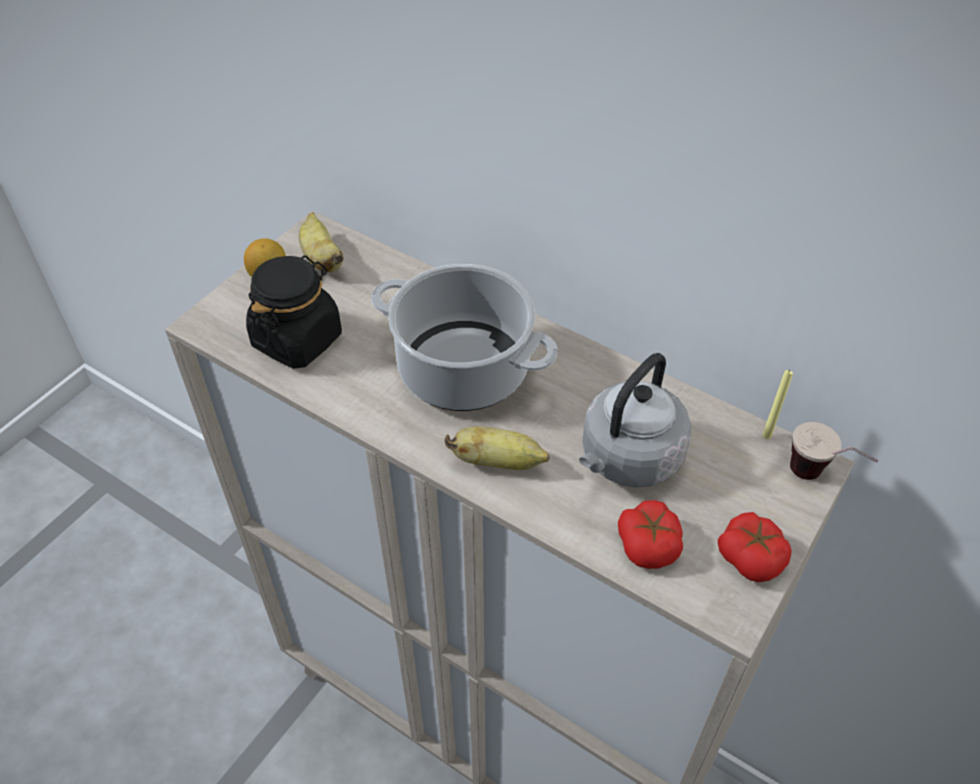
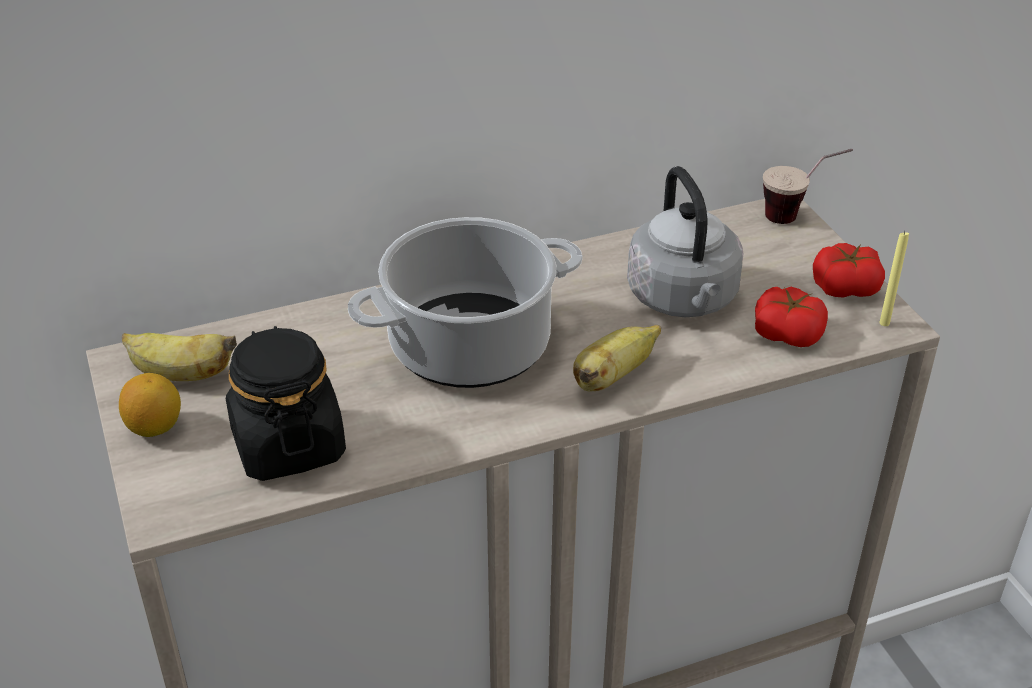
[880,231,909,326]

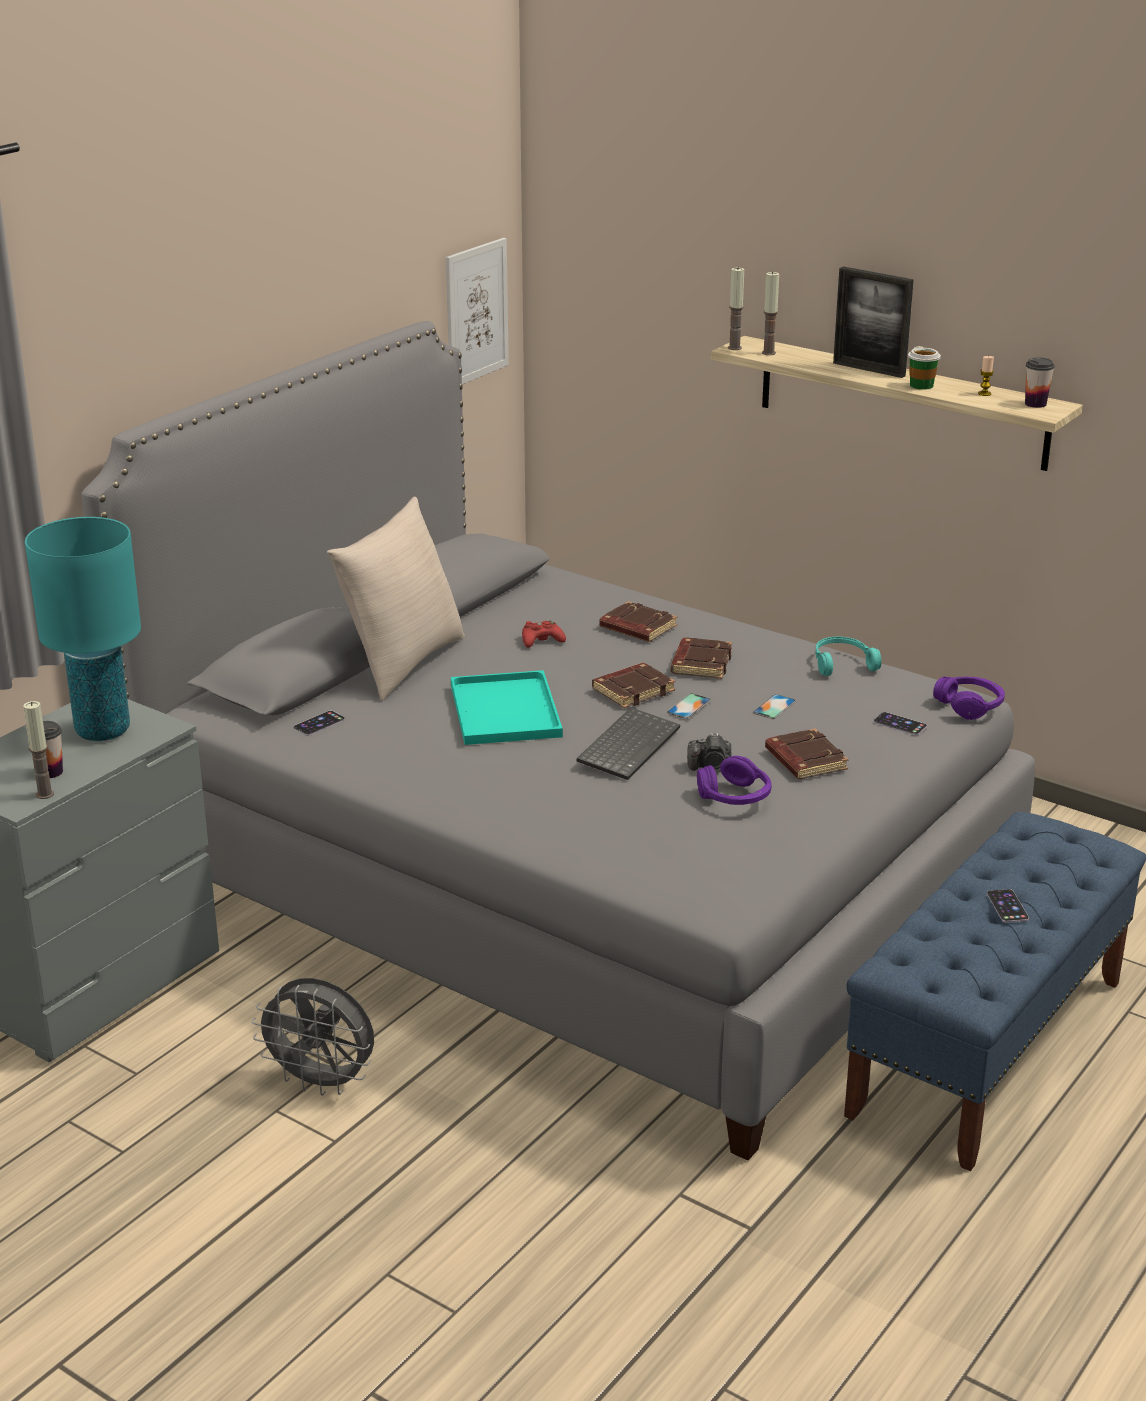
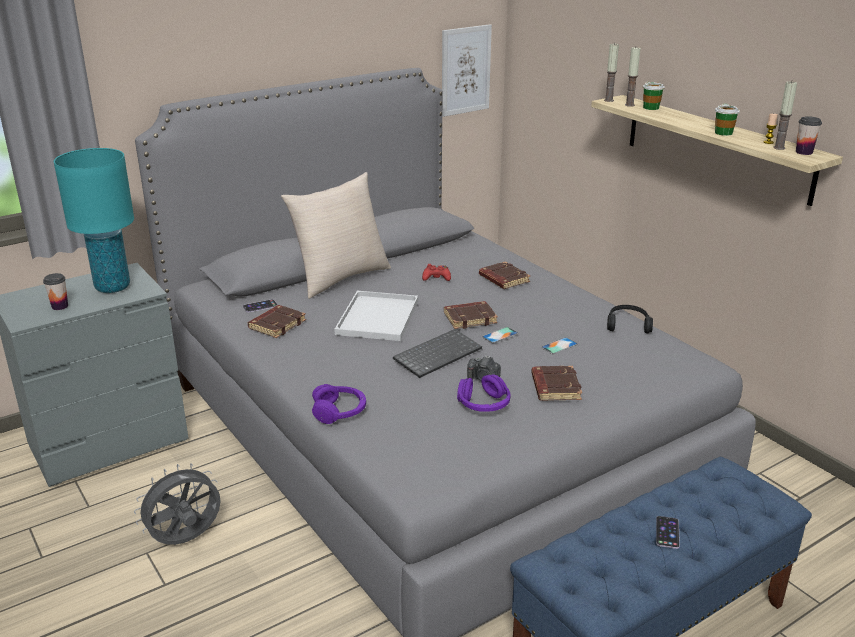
[833,266,914,378] (first image)
[873,712,927,735] (first image)
[643,82,665,110]
[773,81,797,150]
[248,305,306,338]
[312,384,366,424]
[334,291,418,341]
[607,305,653,333]
[134,463,221,545]

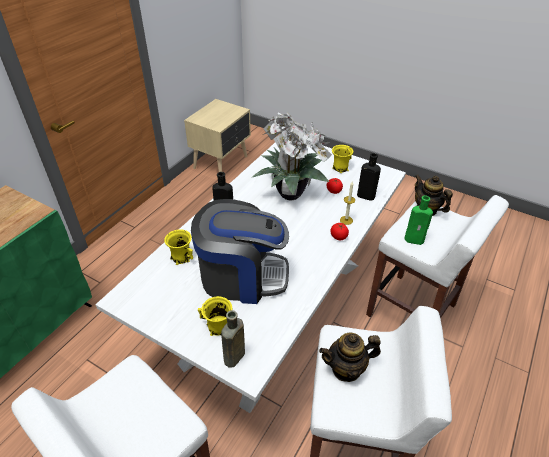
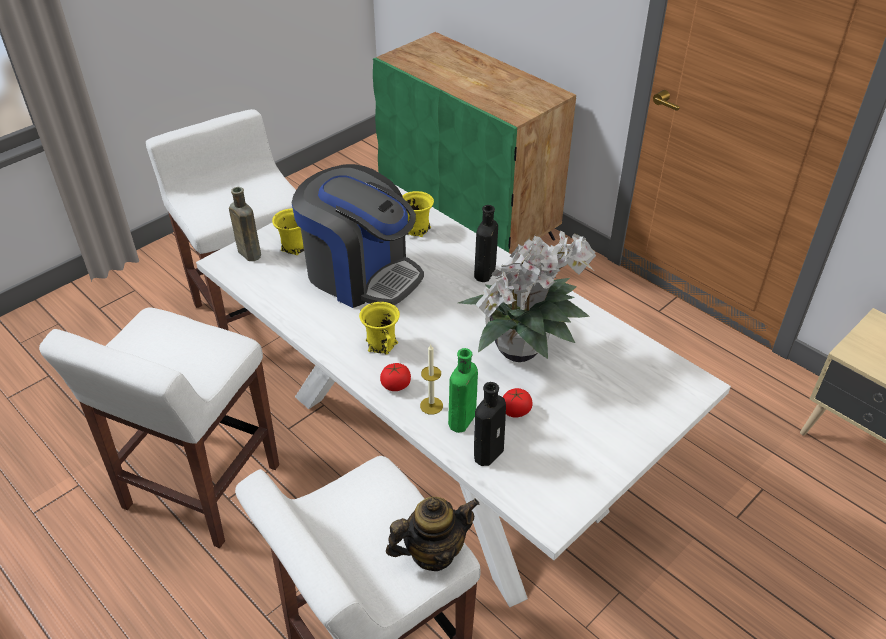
[319,332,381,382] (first image)
[359,302,400,354]
[448,348,478,433]
[291,164,424,308]

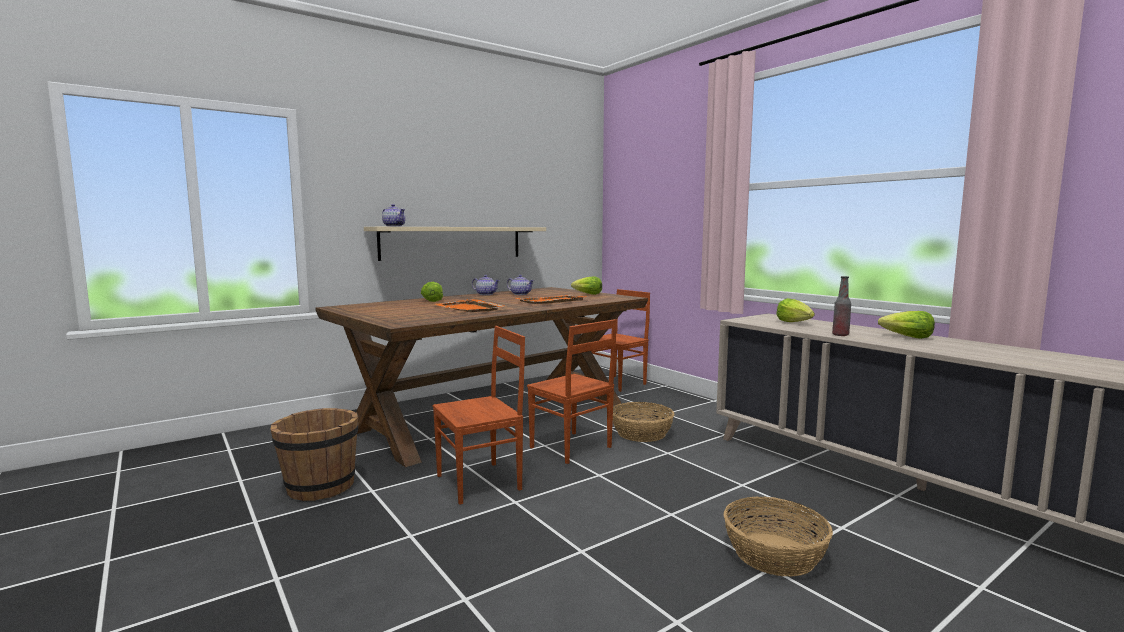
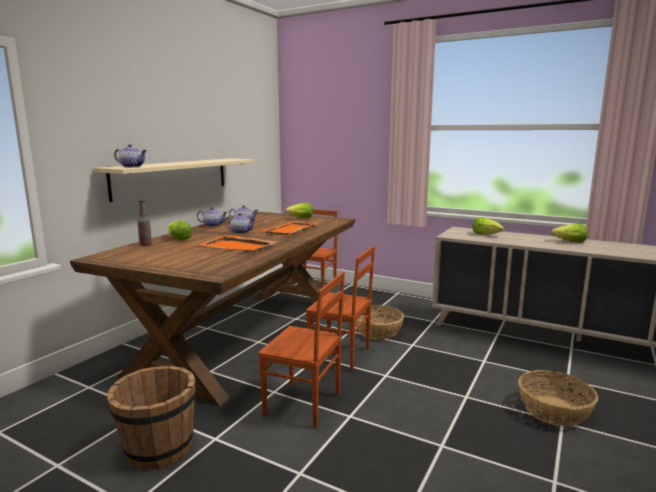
[224,213,256,234]
[137,200,152,246]
[258,271,345,428]

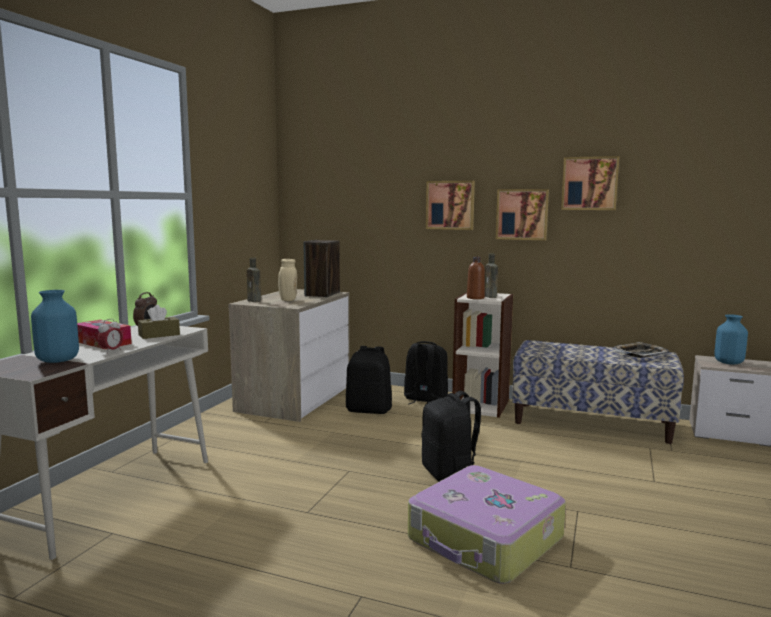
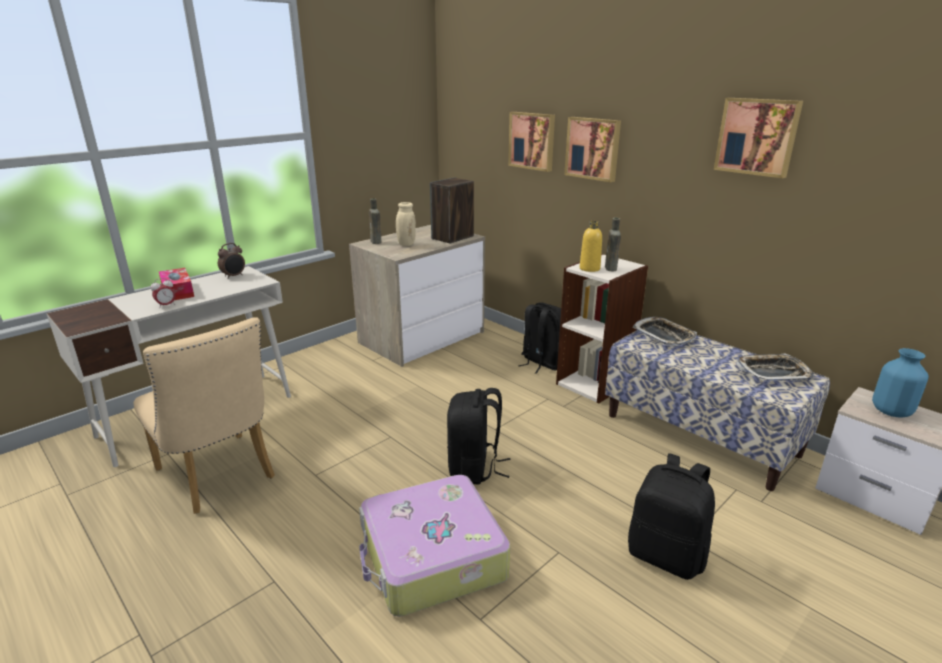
[31,290,79,363] (first image)
[138,305,180,339] (first image)
[134,317,275,514]
[632,317,697,346]
[628,453,715,580]
[508,112,555,172]
[580,221,602,272]

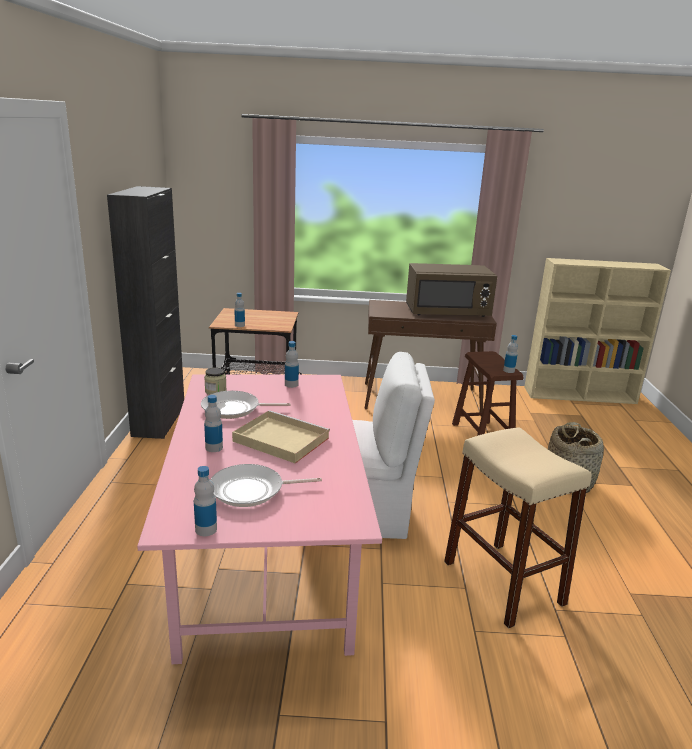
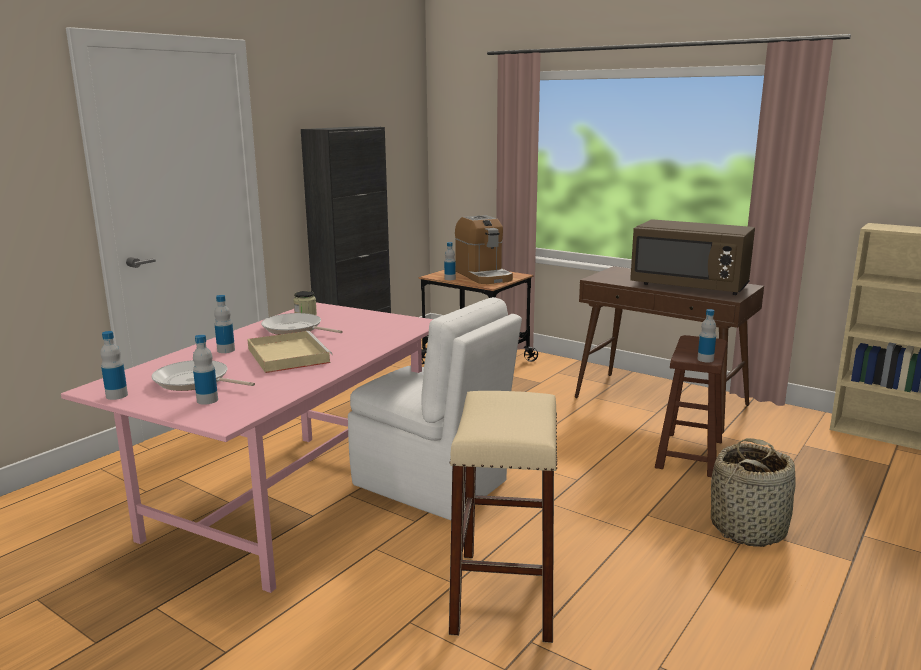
[455,215,513,284]
[193,335,218,405]

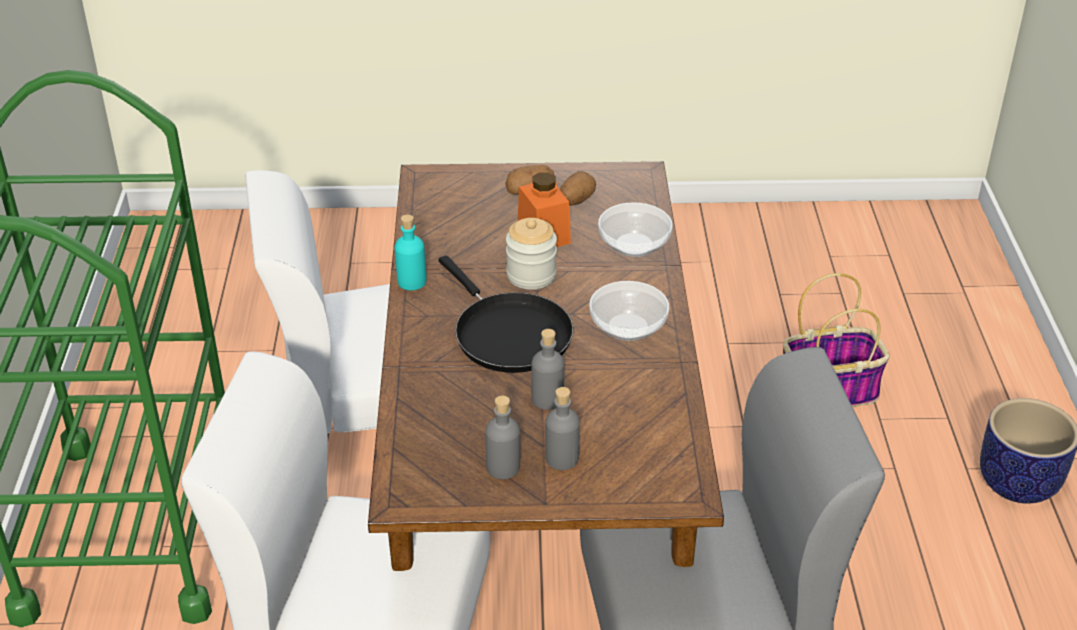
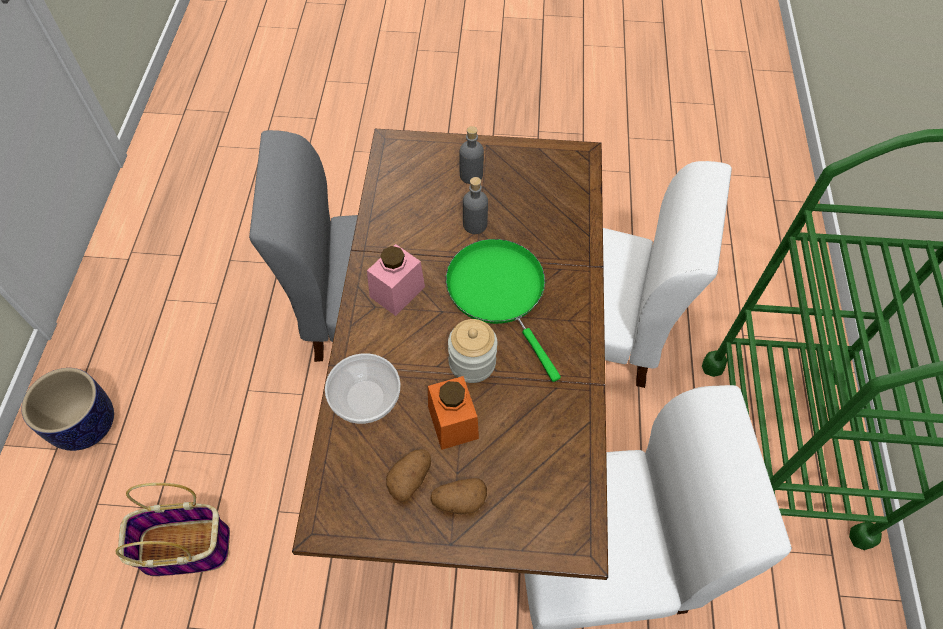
[395,214,427,290] (first image)
[485,396,520,479] (first image)
[367,244,425,316]
[446,239,561,382]

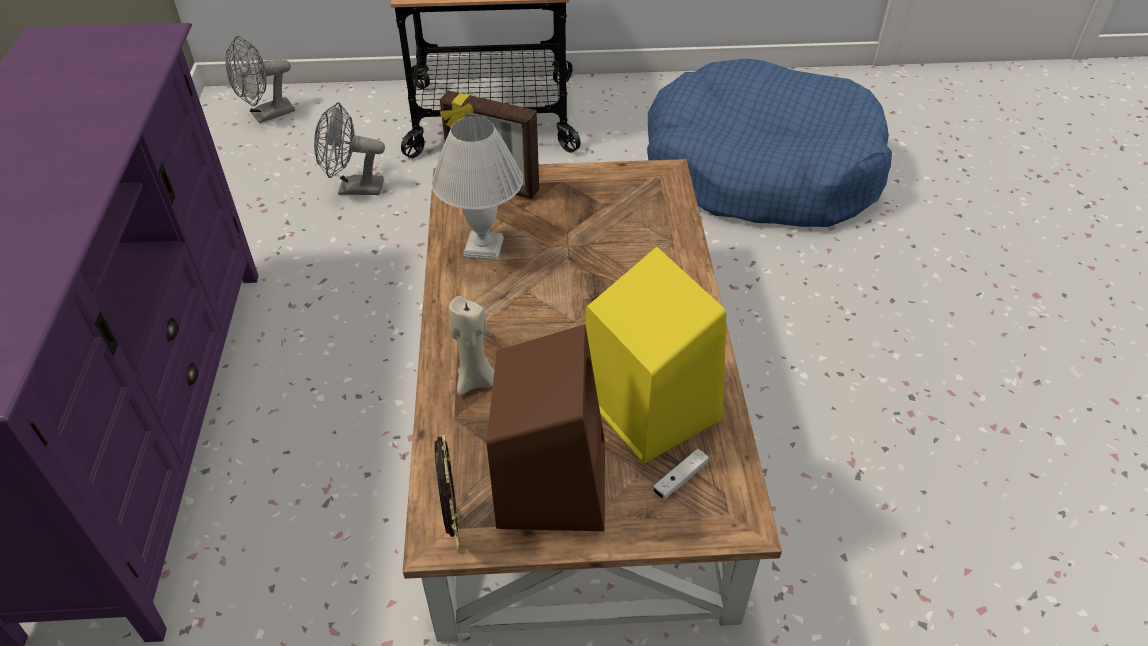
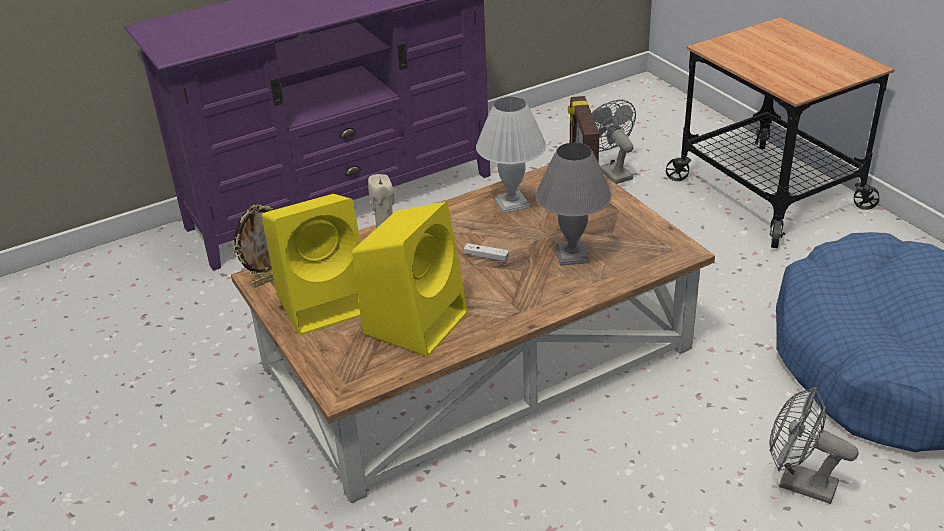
[536,143,612,266]
[770,387,858,504]
[464,243,509,262]
[262,194,361,335]

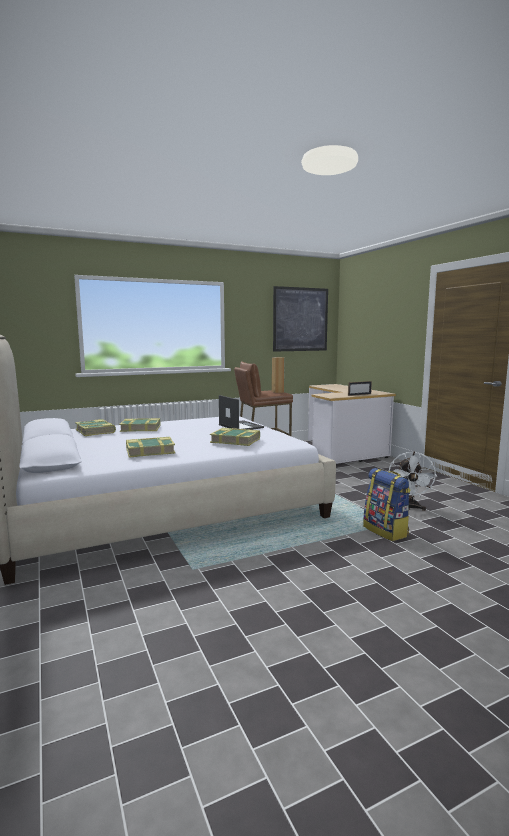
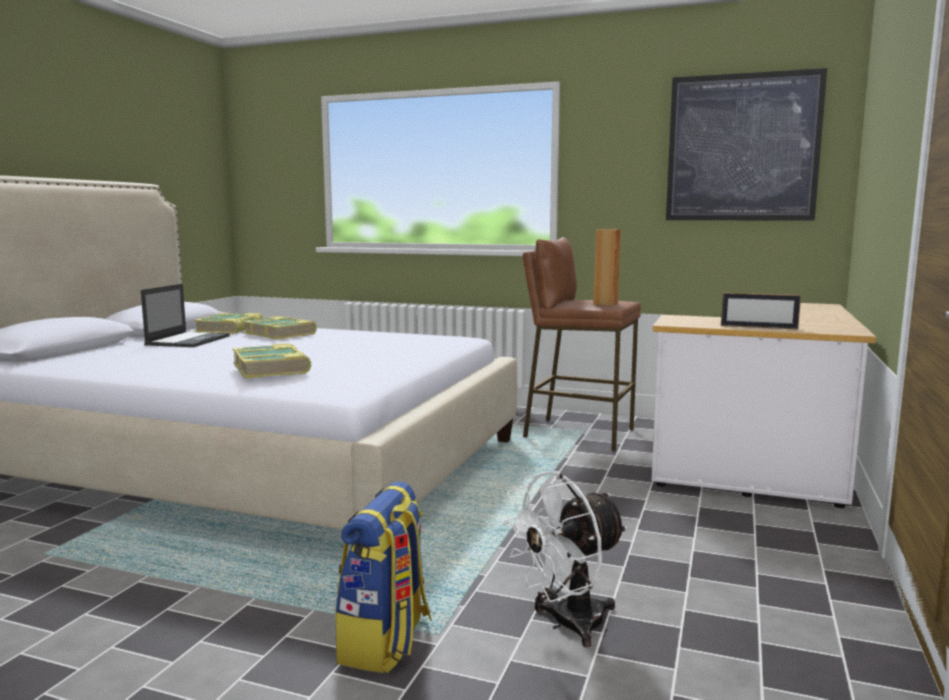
[126,437,175,458] (first image)
[141,284,230,347]

